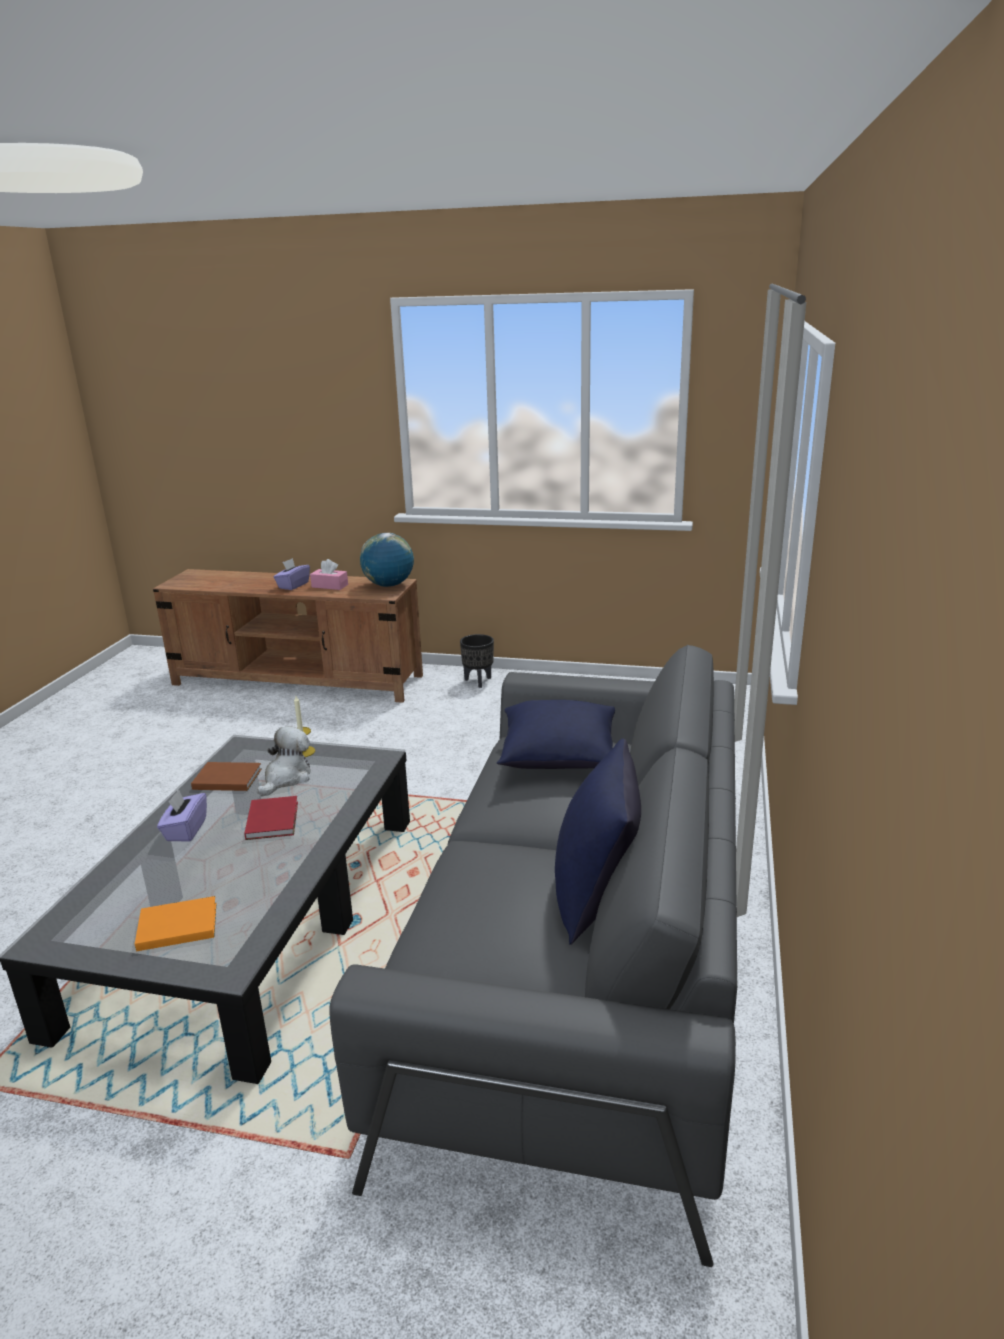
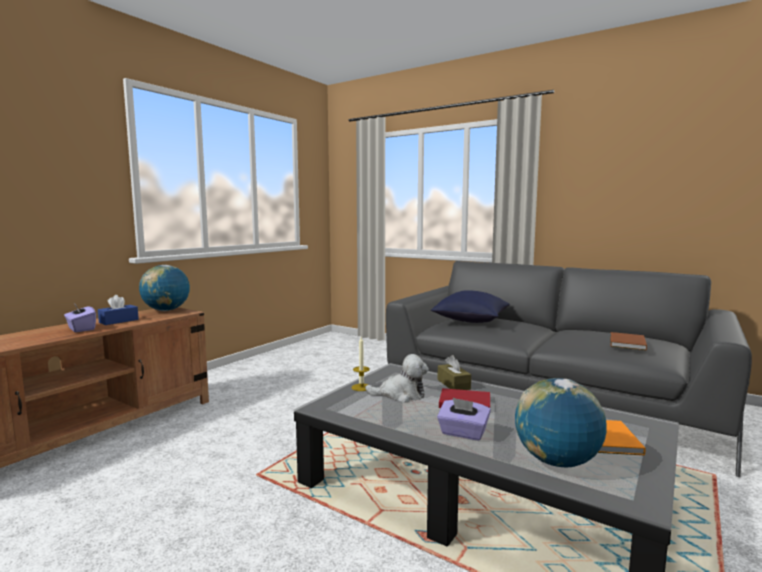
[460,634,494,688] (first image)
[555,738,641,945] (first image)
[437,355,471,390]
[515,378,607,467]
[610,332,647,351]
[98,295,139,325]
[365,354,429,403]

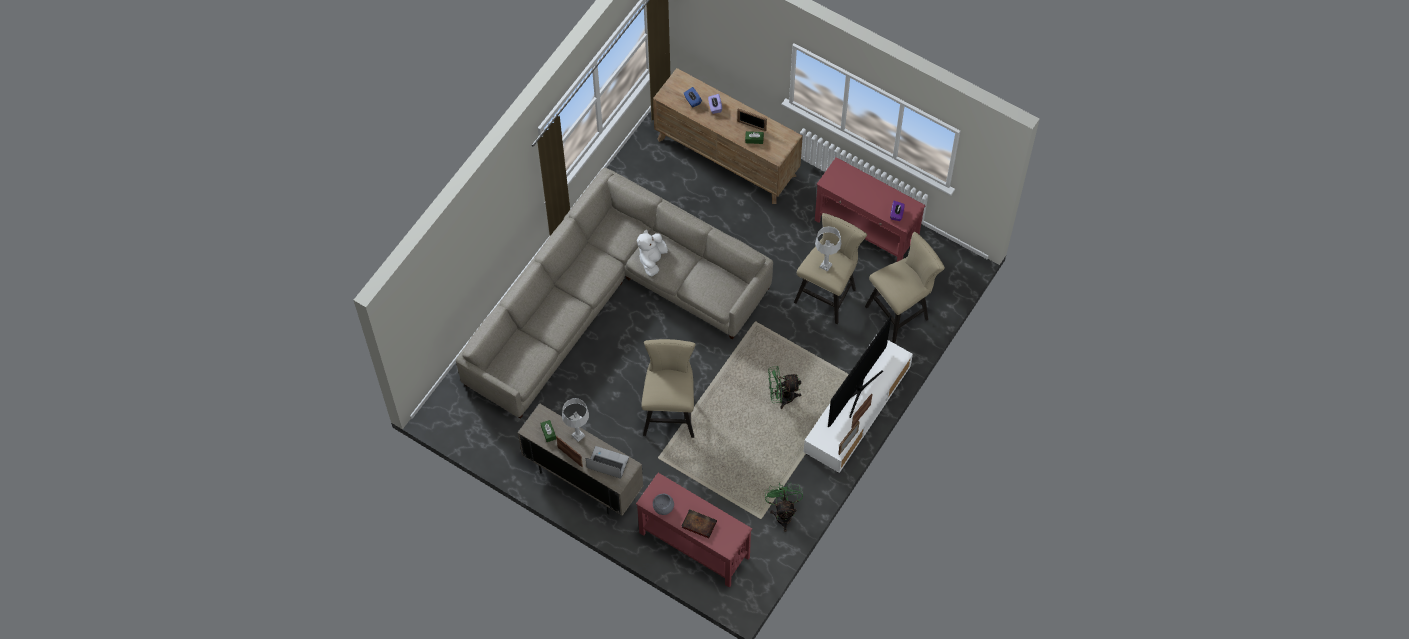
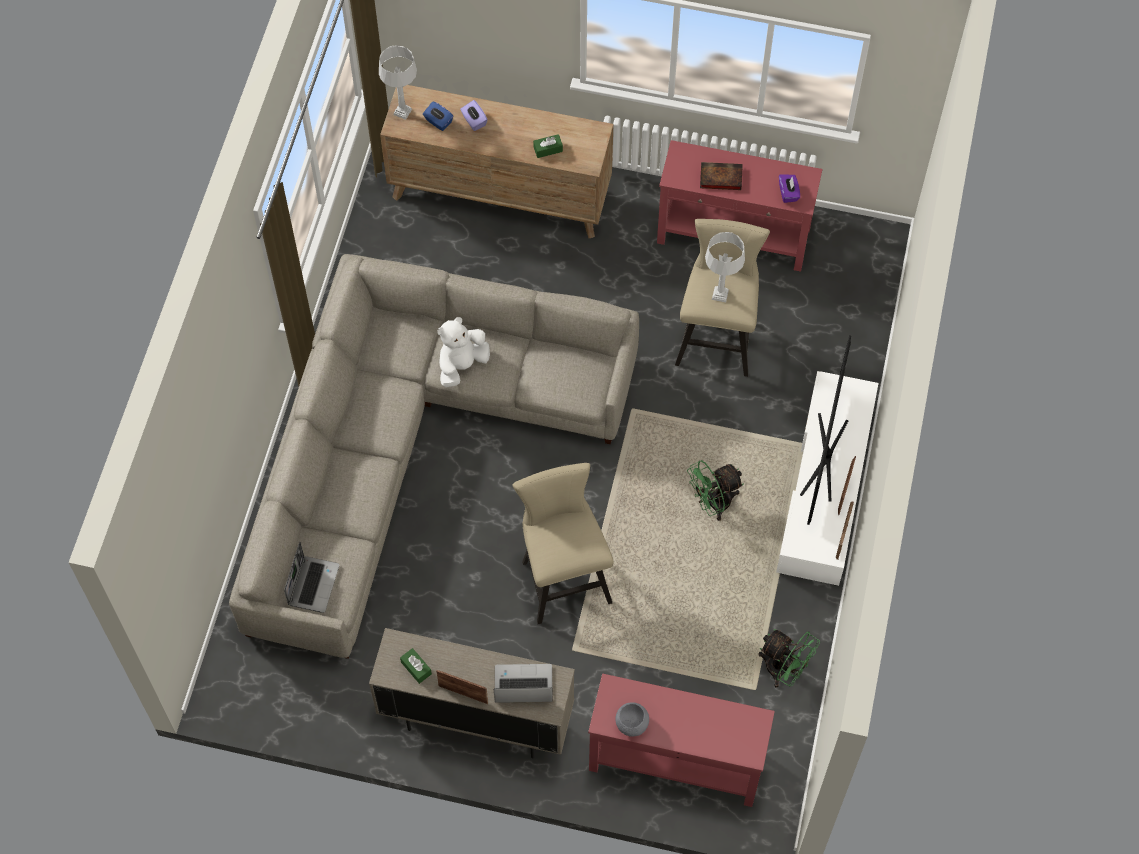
[737,109,767,131] (first image)
[865,232,945,343] (first image)
[284,542,339,613]
[379,45,417,120]
[700,162,743,190]
[437,317,490,387]
[758,629,820,688]

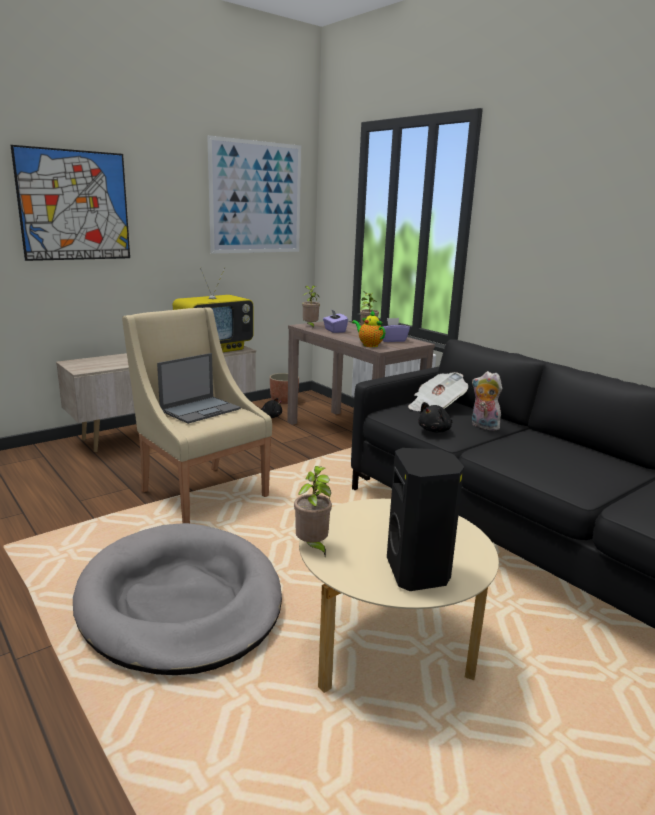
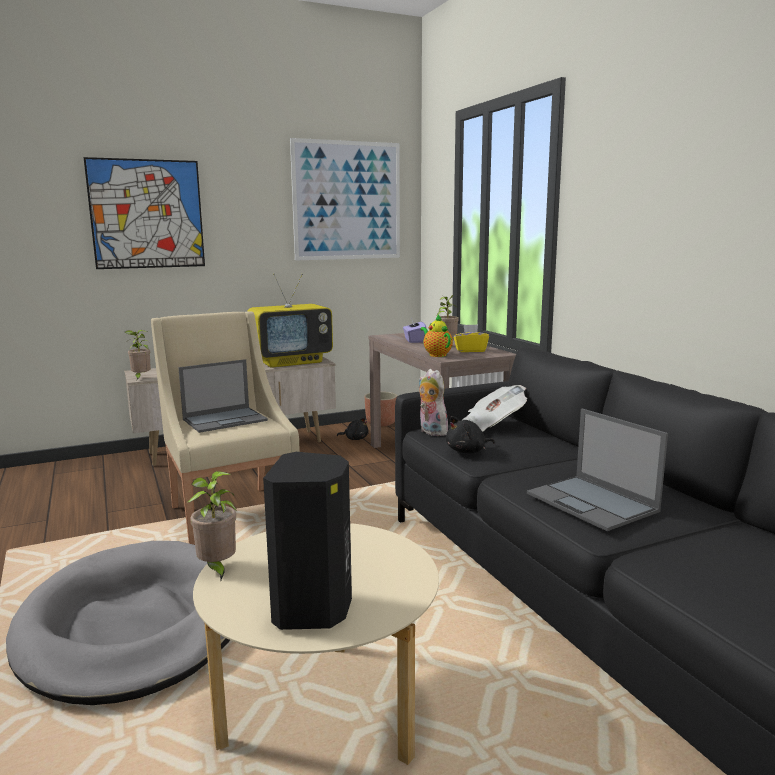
[527,409,668,531]
[125,330,151,380]
[418,369,448,436]
[453,324,489,352]

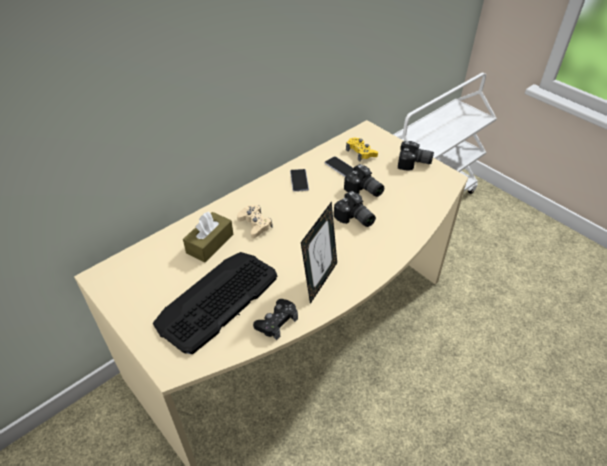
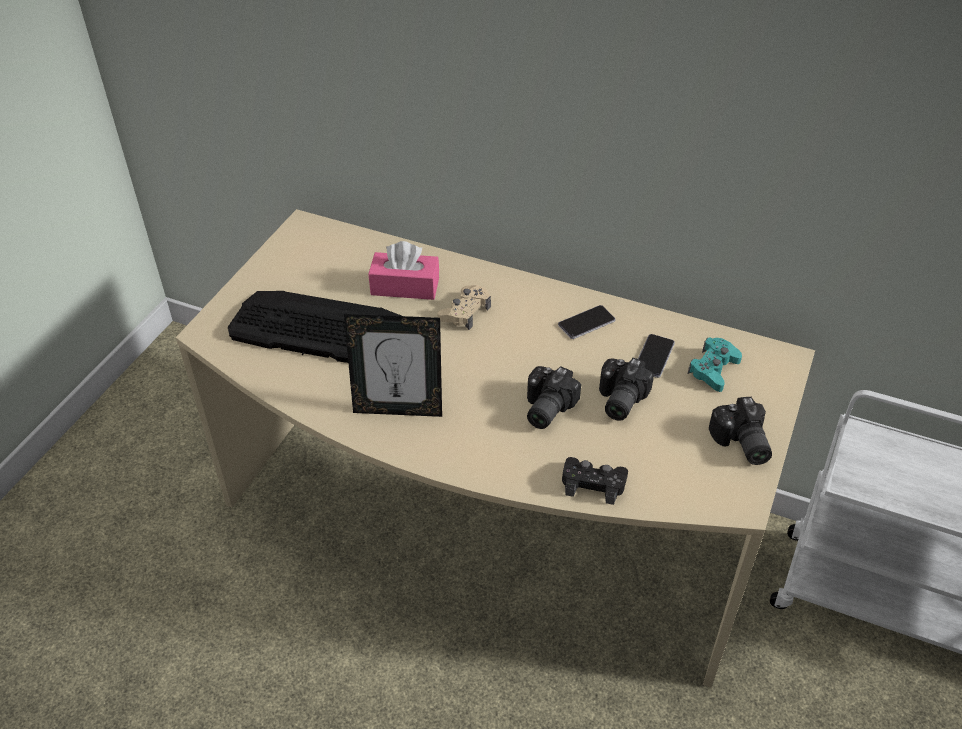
[562,457,628,505]
[368,241,439,300]
[688,337,742,392]

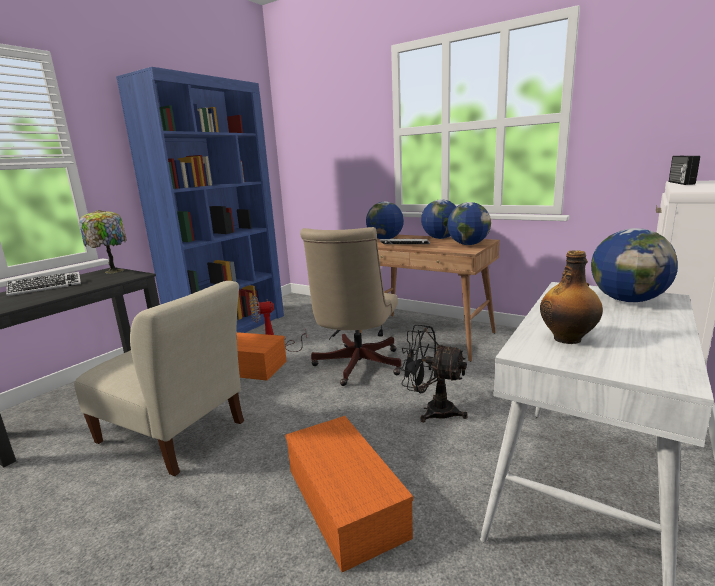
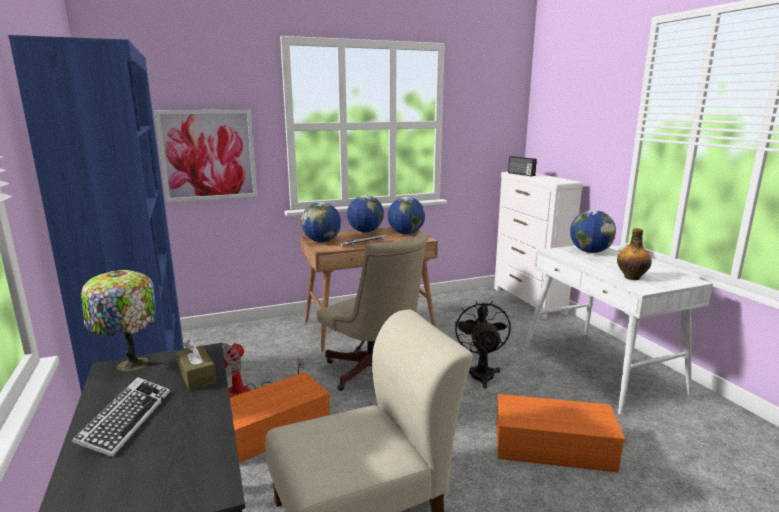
[154,110,257,202]
[176,339,216,391]
[455,301,511,389]

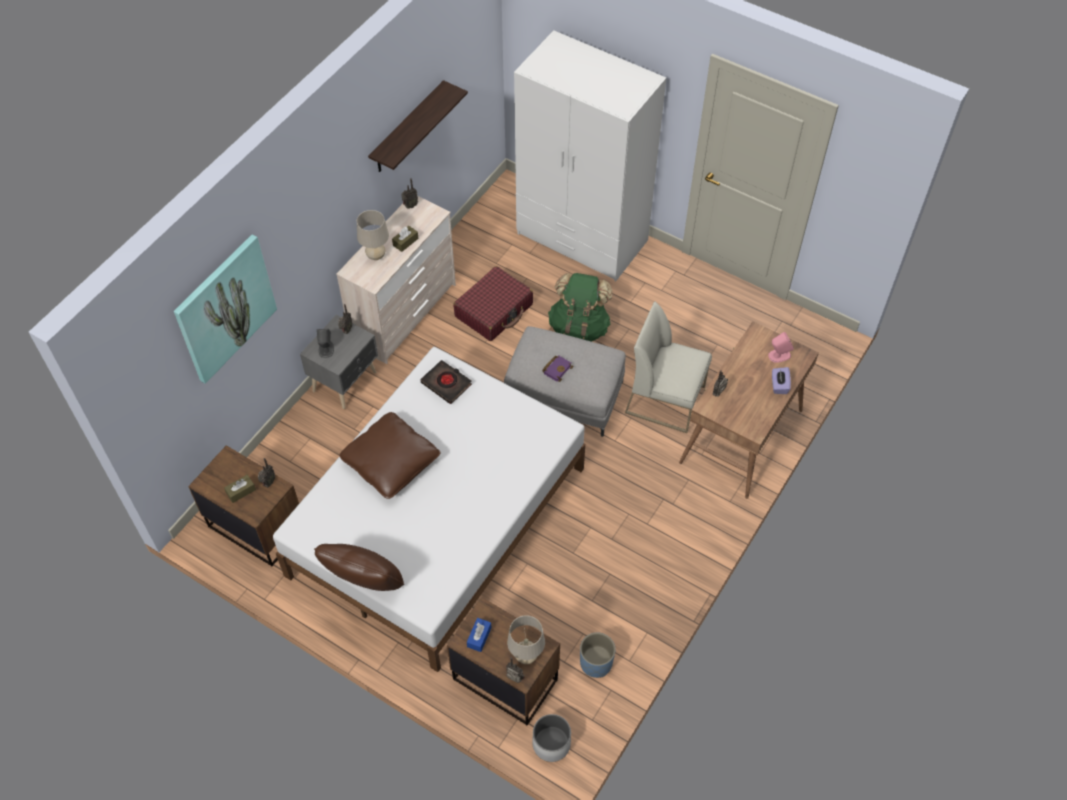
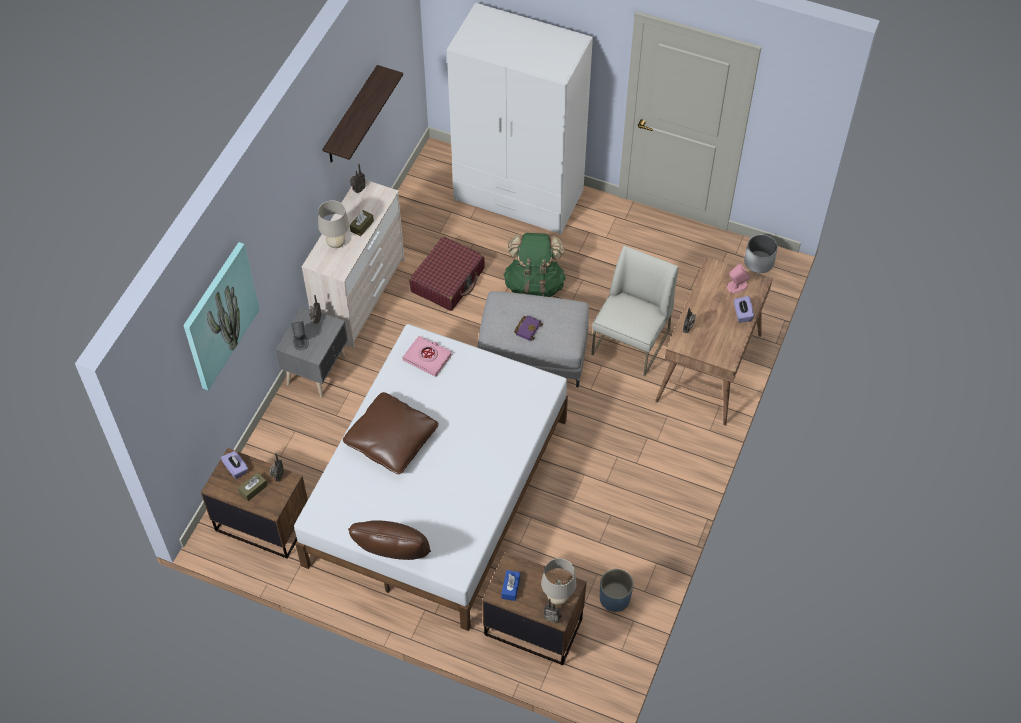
[221,451,248,479]
[744,234,778,273]
[402,336,452,377]
[591,245,679,376]

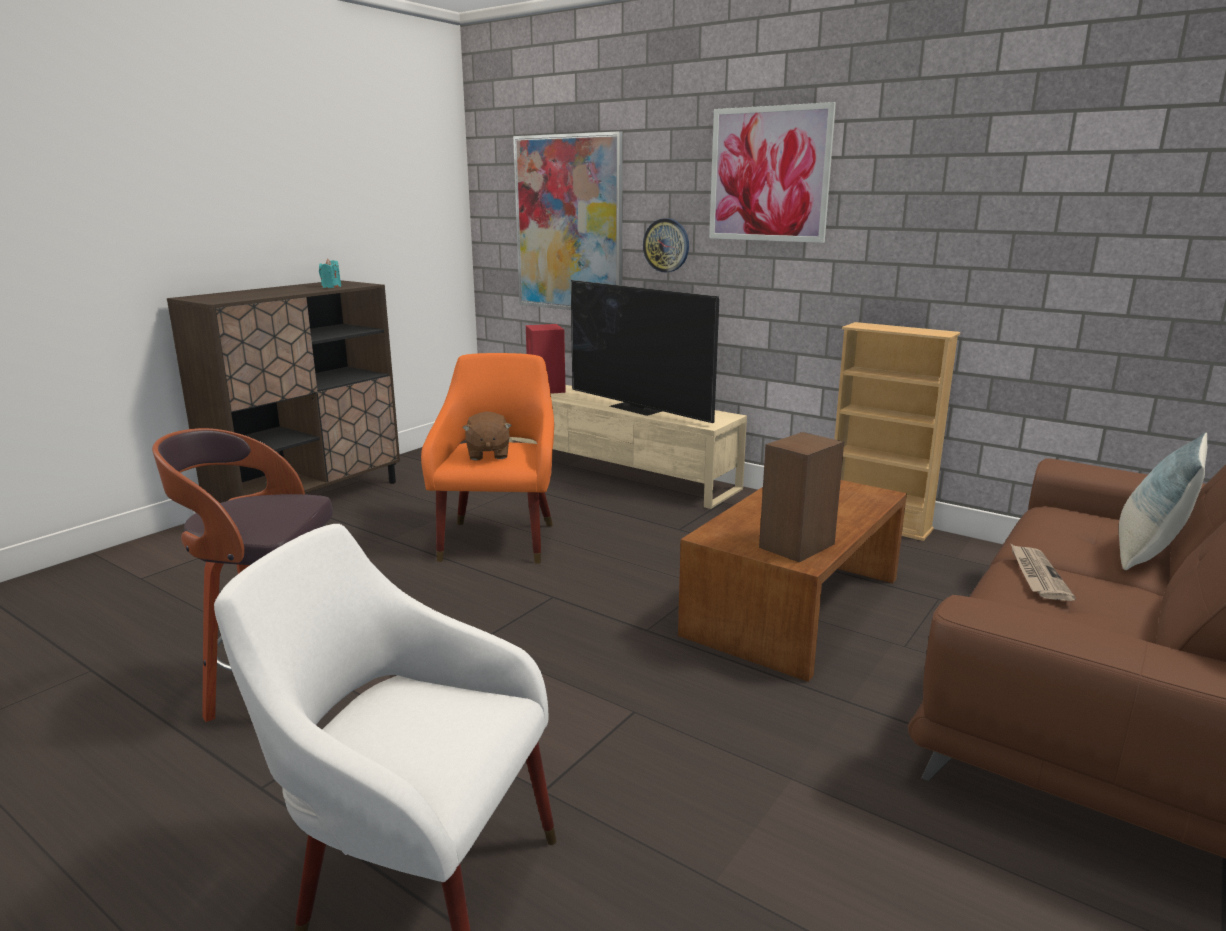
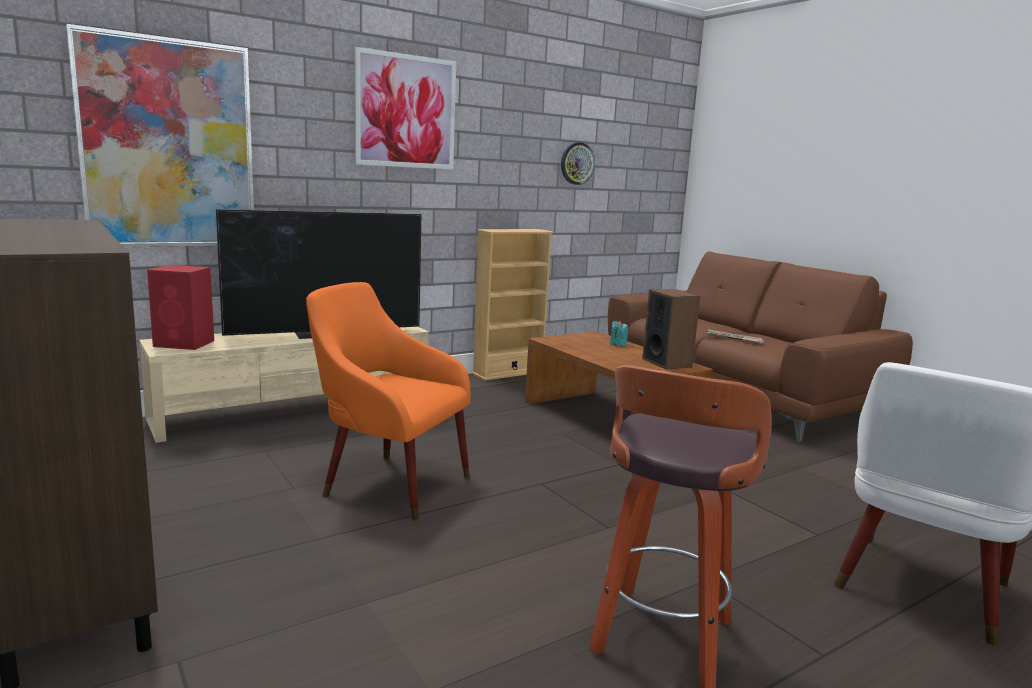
[462,411,512,461] (first image)
[1119,433,1207,570] (first image)
[610,321,628,346]
[561,142,595,185]

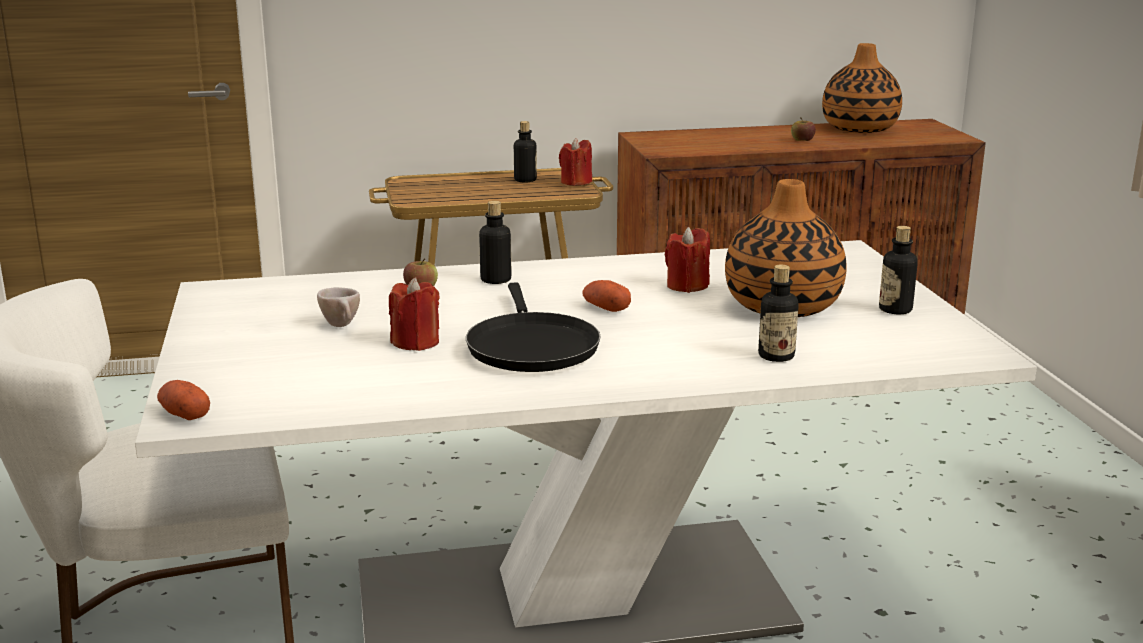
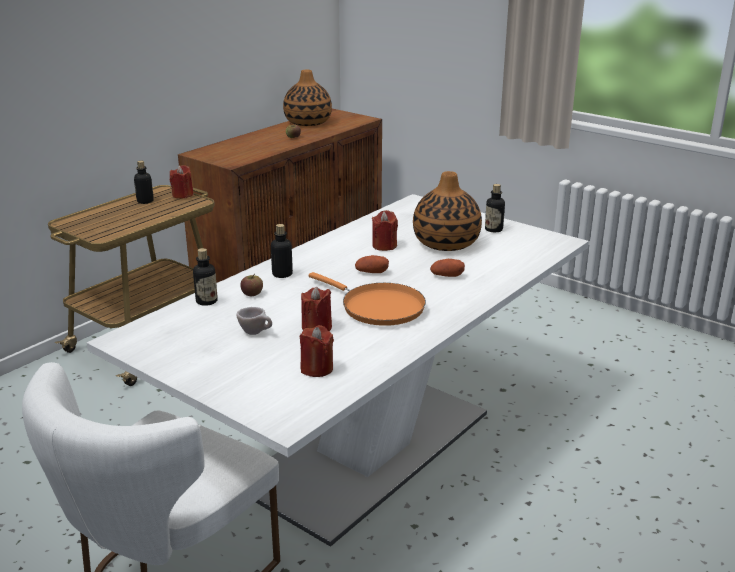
[300,325,334,377]
[430,259,465,277]
[193,248,218,306]
[309,272,426,326]

